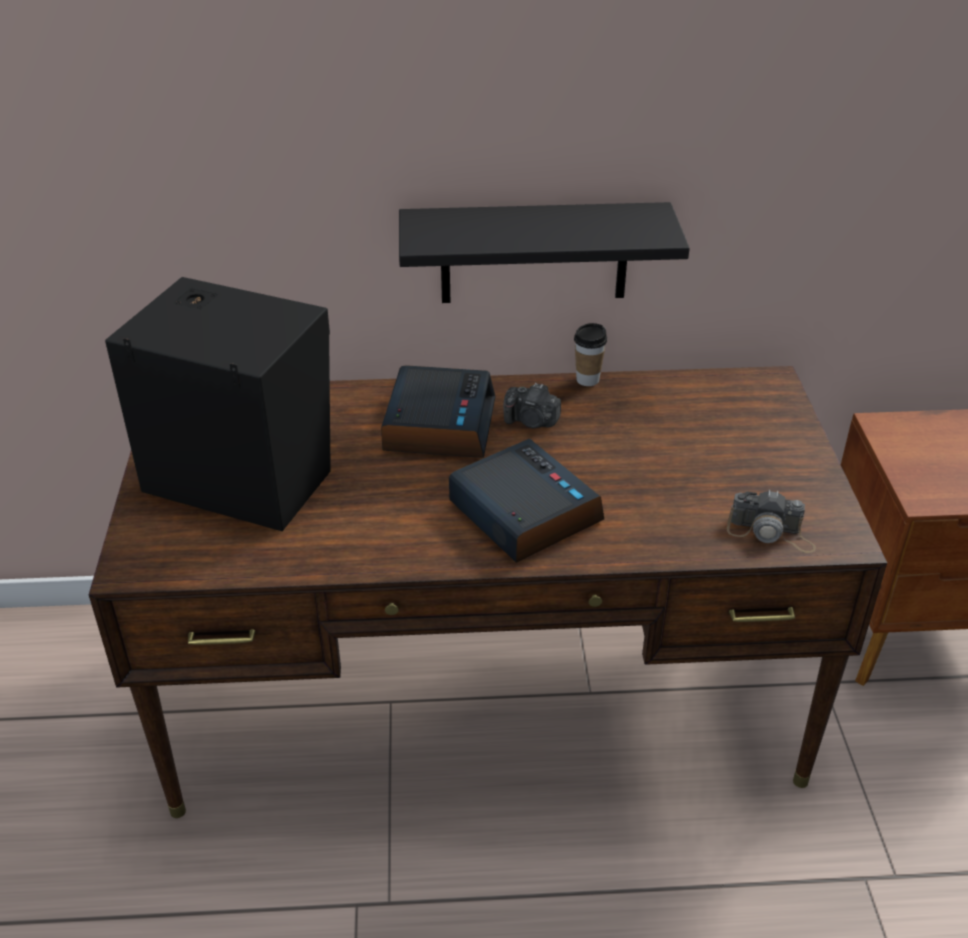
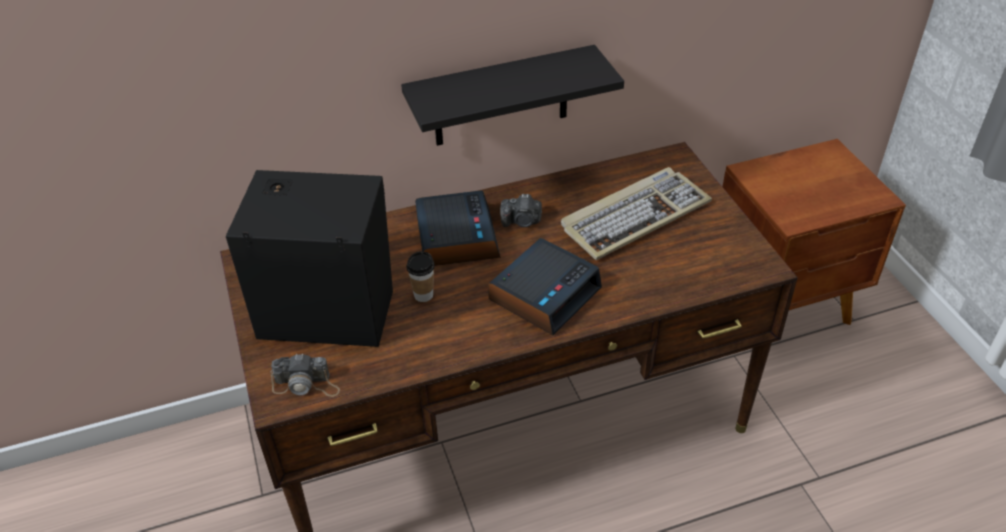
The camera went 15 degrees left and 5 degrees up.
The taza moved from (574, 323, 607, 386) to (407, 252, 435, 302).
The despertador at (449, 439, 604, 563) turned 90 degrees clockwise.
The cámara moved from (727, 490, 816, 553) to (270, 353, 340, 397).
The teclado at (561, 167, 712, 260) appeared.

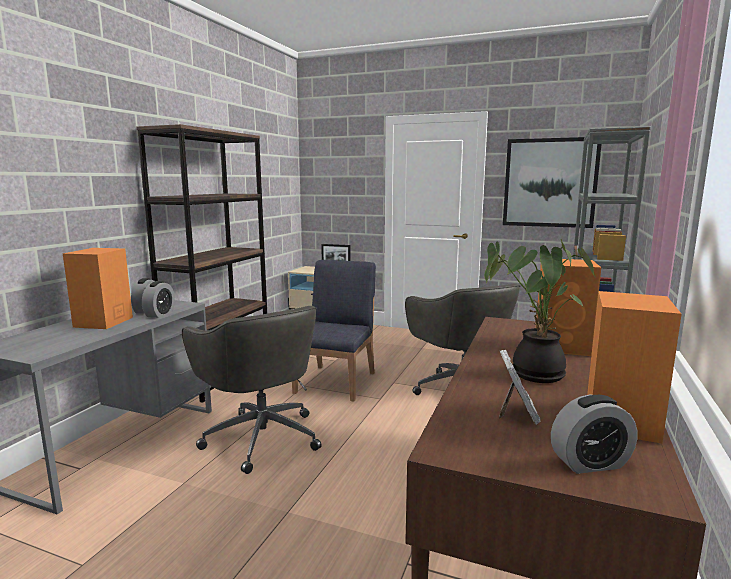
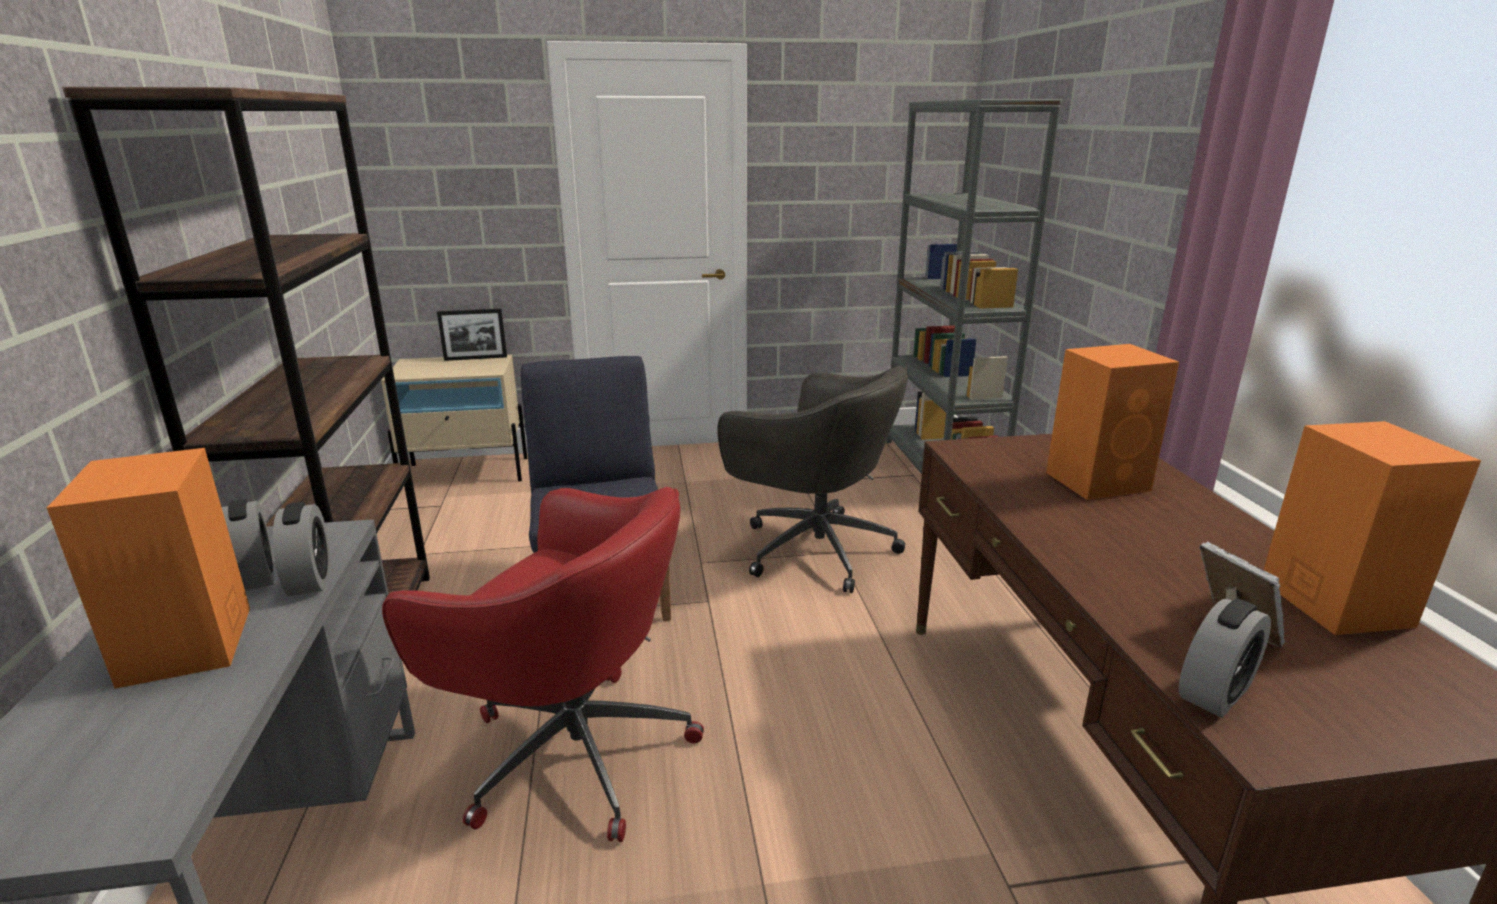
The camera went 30 degrees left and 10 degrees up.
The cuadro at (503, 137, 601, 228) disappeared.
The planta en maceta at (484, 239, 596, 383) disappeared.
The silla de oficina (gris) at (182, 306, 322, 474) became the silla de oficina (rojo) at (382, 487, 704, 842).
The despertador moved from (551, 395, 637, 474) to (1179, 599, 1271, 718).

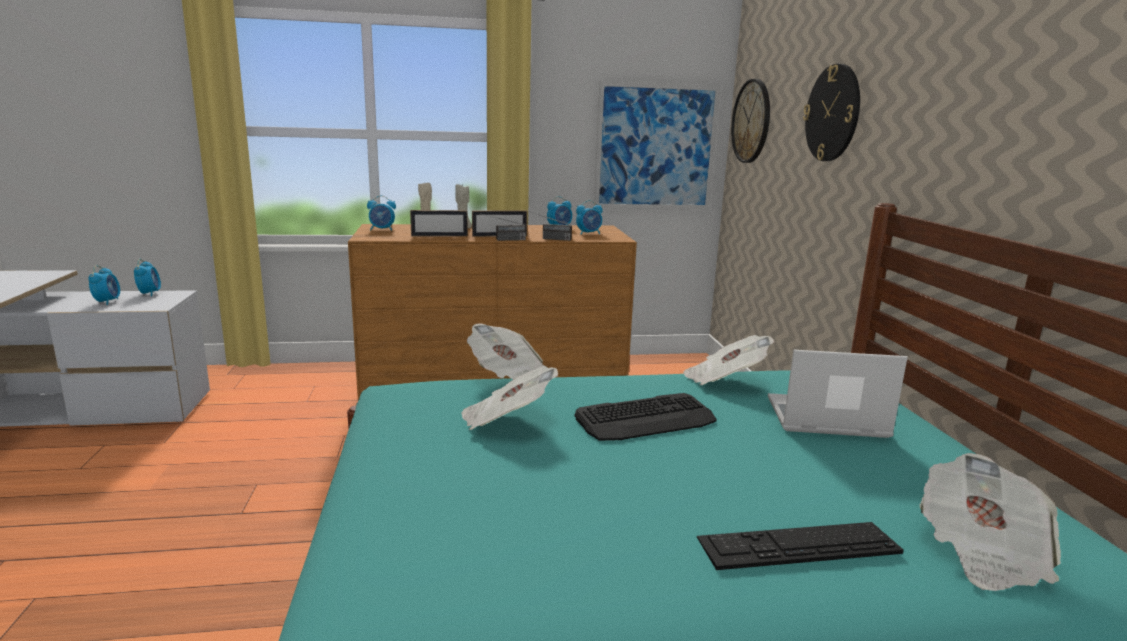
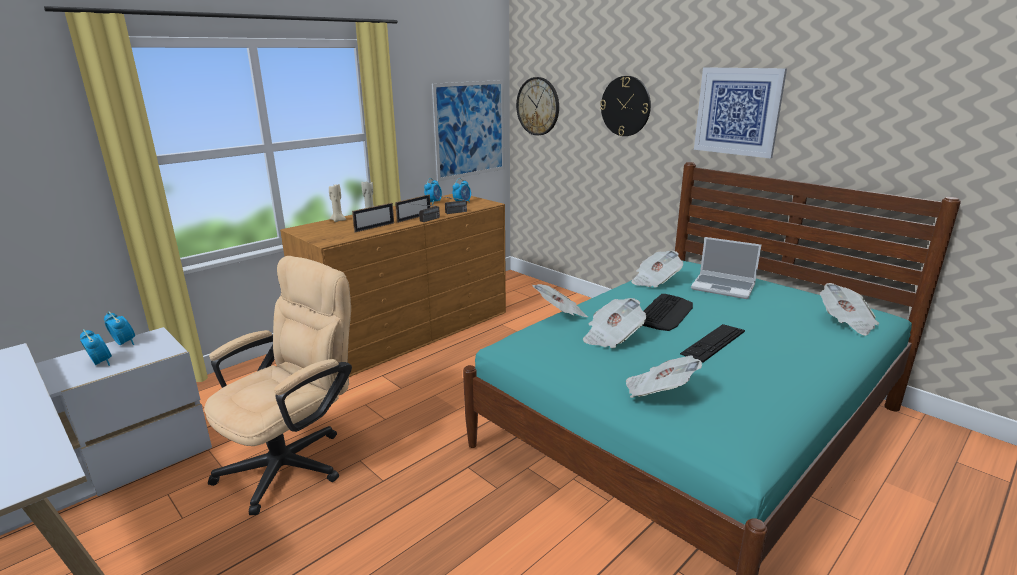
The camera went 35 degrees left and 5 degrees up.
The despertador at (367, 196, 396, 231) disappeared.
The portátil at (768, 350, 908, 438) turned 120 degrees counterclockwise.
The teclado moved from (697, 522, 904, 570) to (680, 324, 745, 363).
The cuadro at (694, 67, 787, 159) appeared.
The silla de oficina (beis) at (204, 256, 352, 515) appeared.
The periódico at (626, 356, 702, 398) appeared.

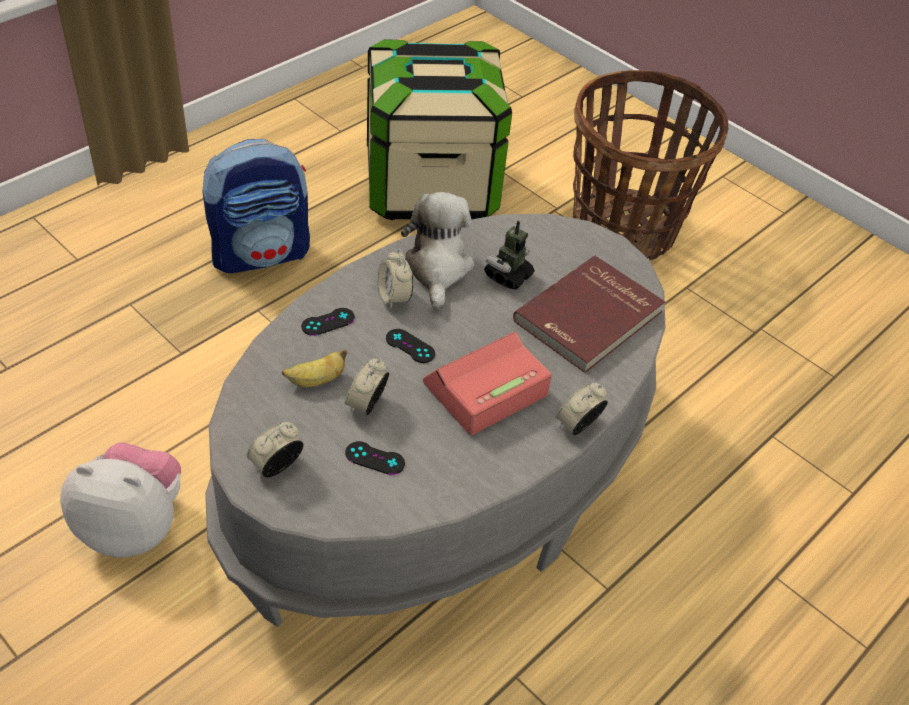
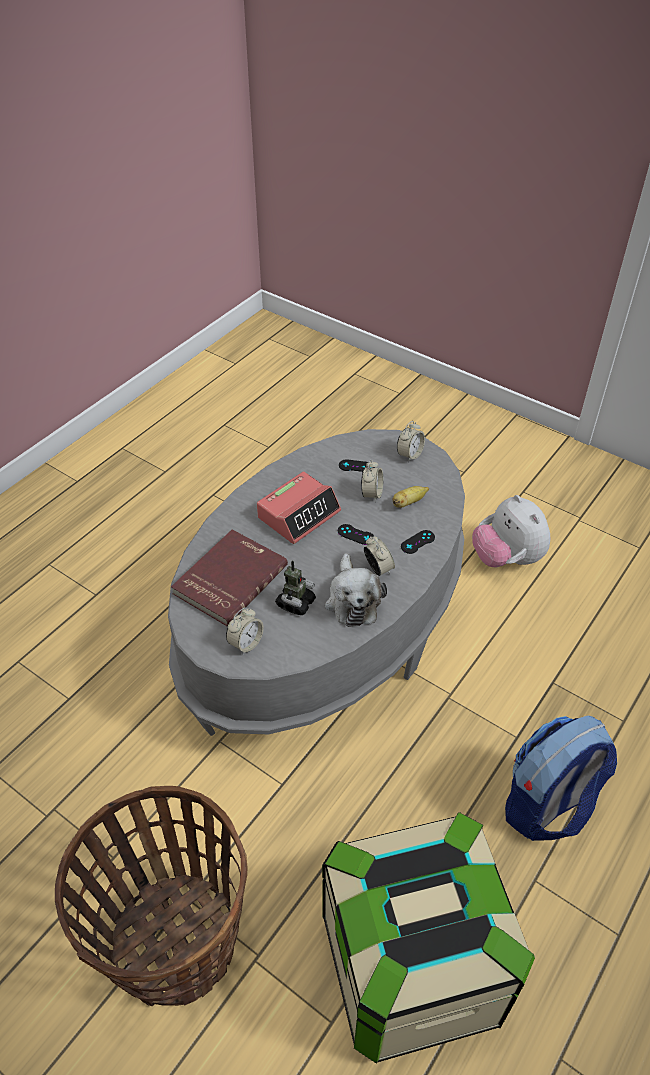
The camera went 175 degrees right and 0 degrees up.
The despertador moved from (556, 383, 608, 435) to (226, 607, 264, 654).
The peluche at (60, 442, 181, 557) turned 60 degrees clockwise.

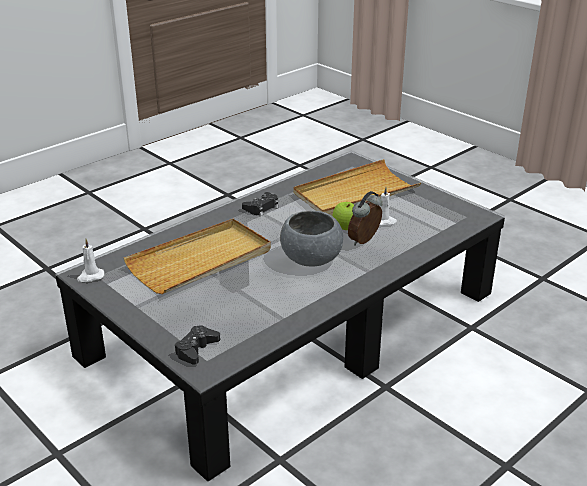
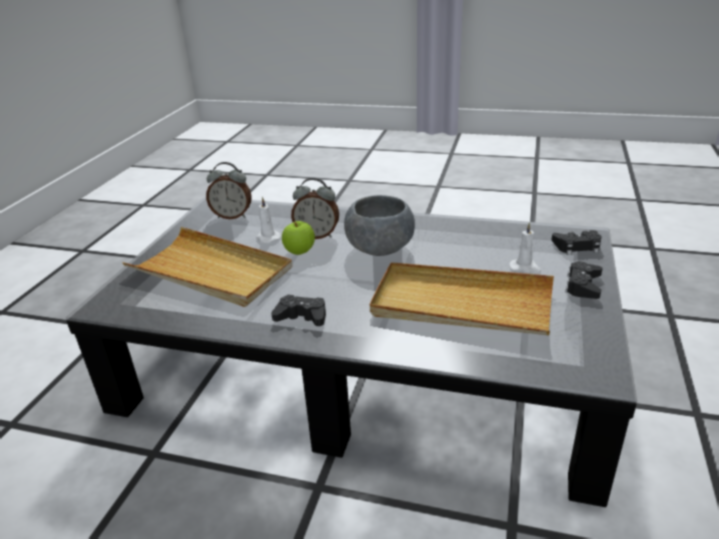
The camera went 120 degrees left and 0 degrees up.
The vela (blanco) moved from (77, 239, 105, 282) to (509, 222, 541, 274).
The despertador at (206, 162, 252, 219) appeared.
The mando de consola (negro) at (565, 261, 603, 299) appeared.

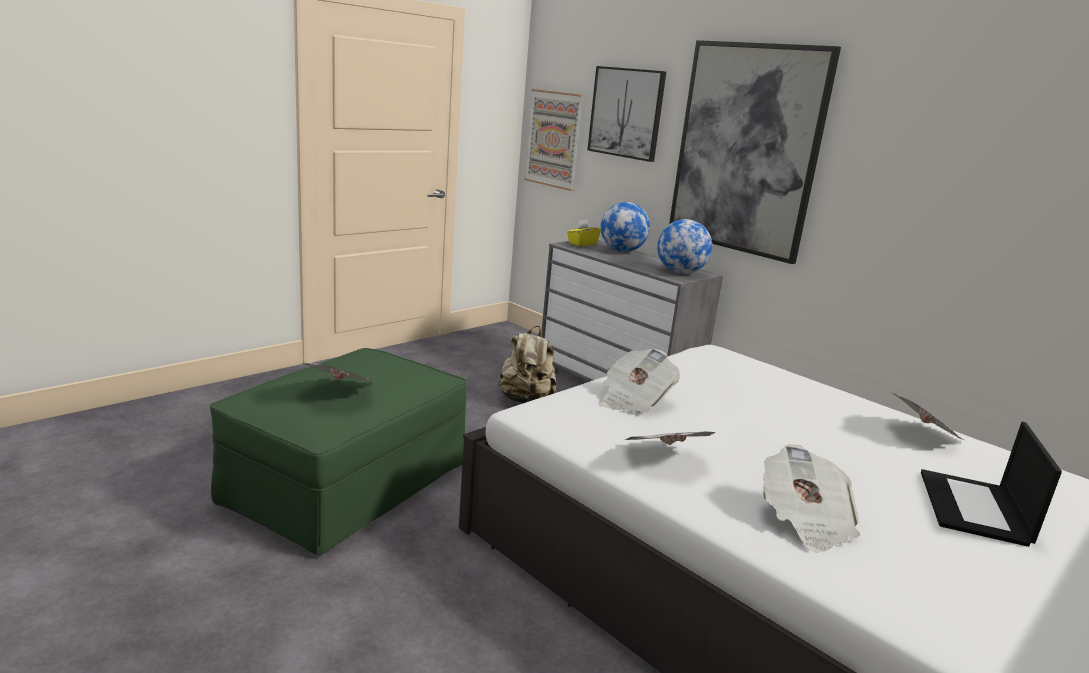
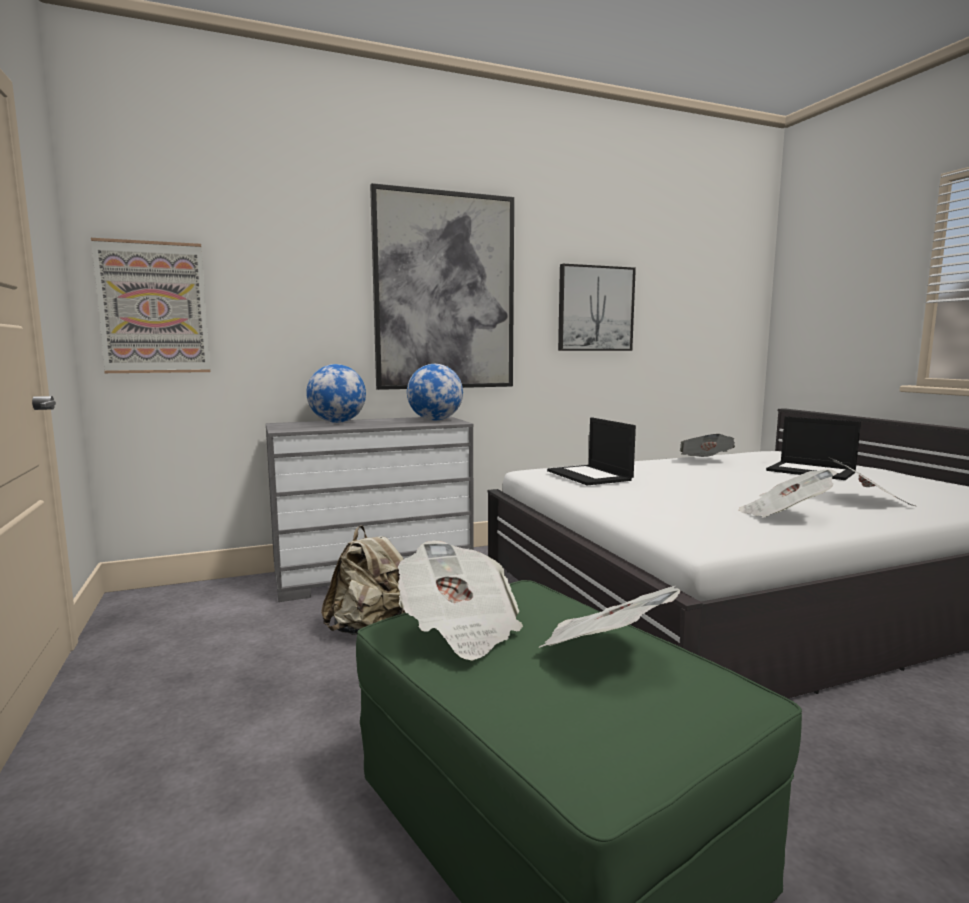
The camera went 65 degrees left and 10 degrees down.
The cuadro moved from (588, 66, 666, 162) to (558, 264, 636, 351).
The caja de pañuelos (amarillo) at (567, 219, 601, 246) disappeared.
The periódico moved from (601, 349, 680, 413) to (398, 541, 523, 661).
The portátil at (547, 418, 636, 485) appeared.

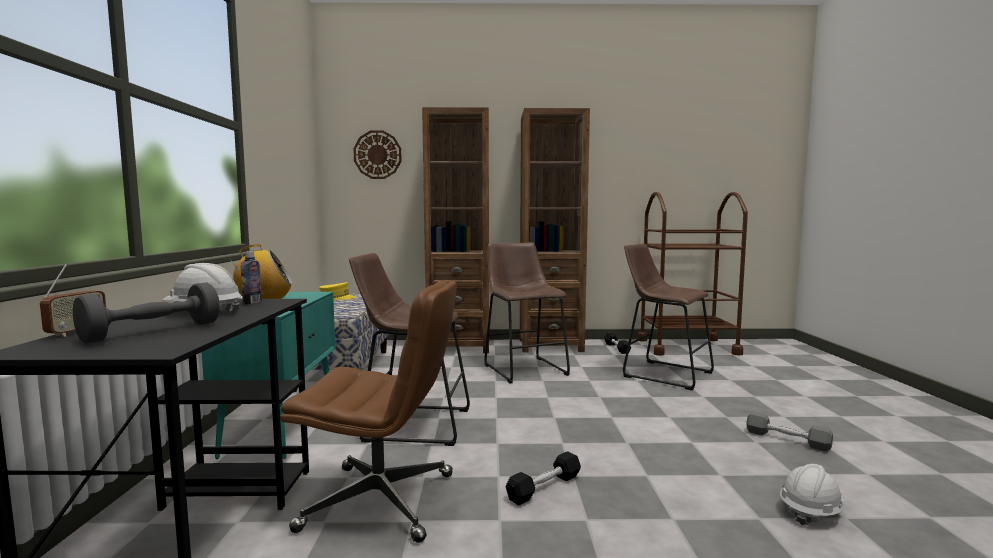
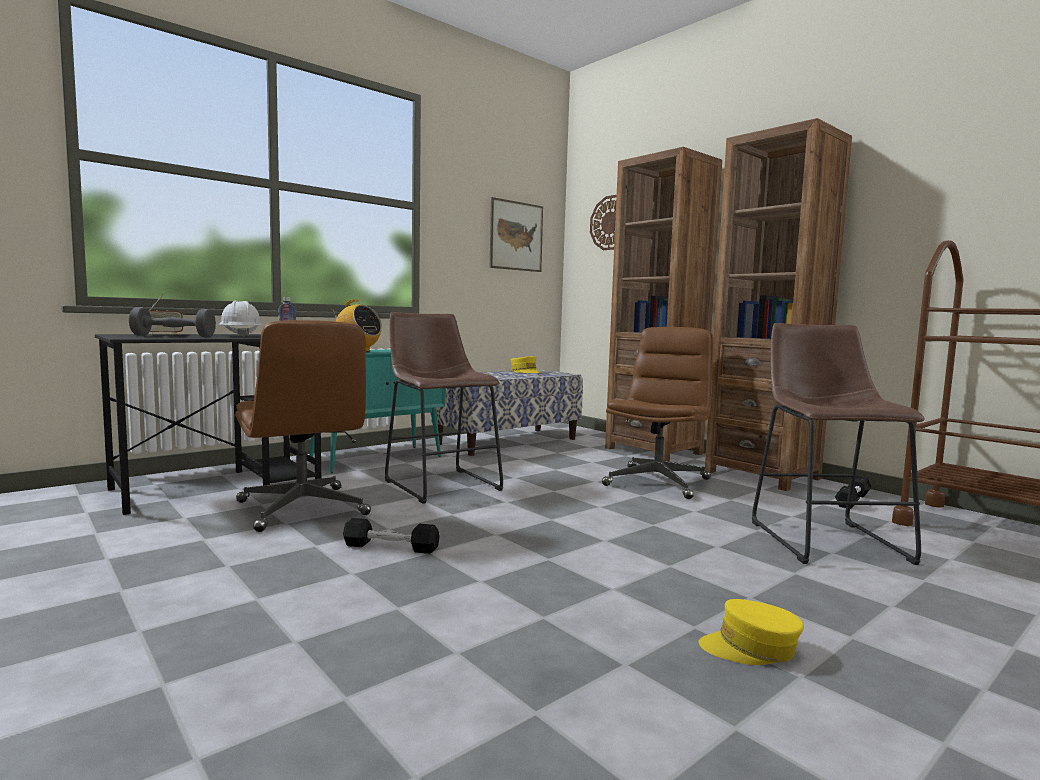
The camera went 50 degrees right and 0 degrees up.
The taburete (marrón) at (484, 242, 570, 384) was replaced by the silla de oficina (marrón) at (602, 327, 714, 499).
The mancuerna (gris) at (746, 412, 833, 451) was replaced by the gorra (amarillo) at (699, 599, 804, 665).
The casco (blanco) at (780, 464, 845, 526) disappeared.
The cuadro at (490, 197, 543, 272) appeared.

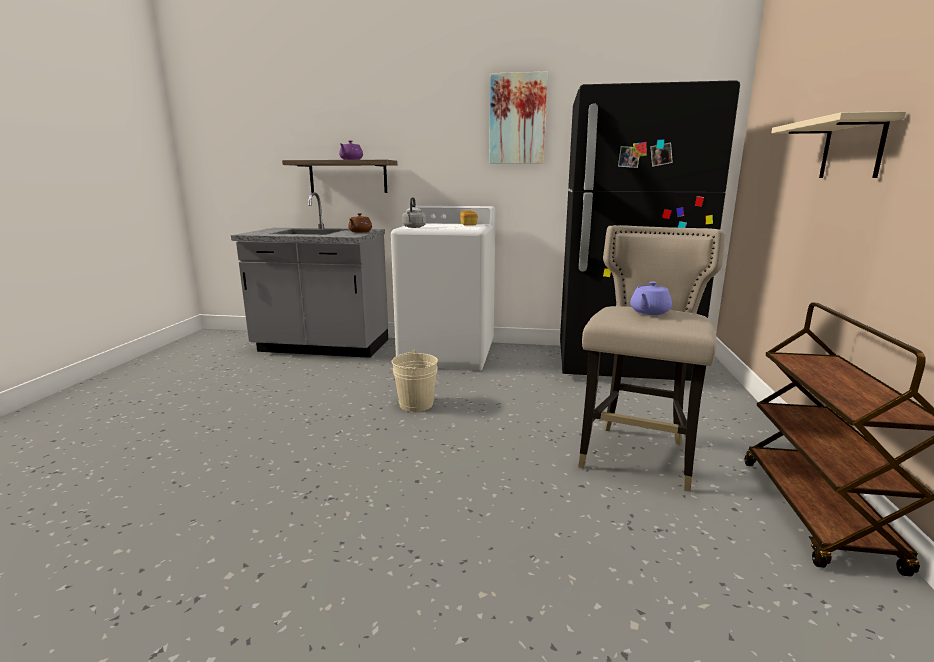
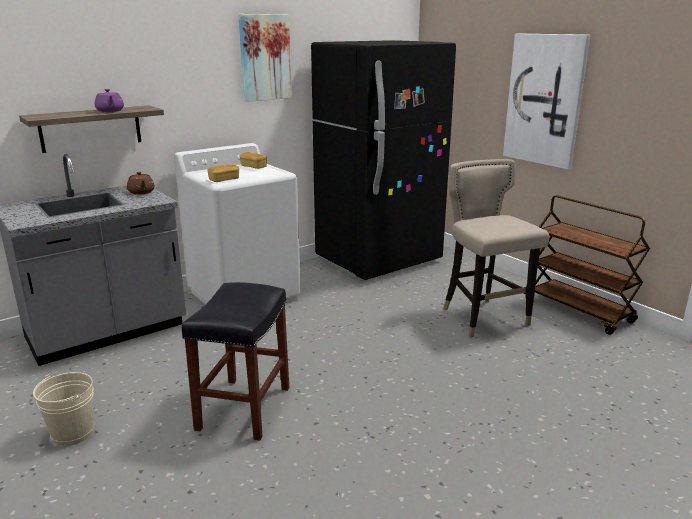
The camera went 45 degrees left and 5 degrees up.
The estante (beis) at (771, 111, 906, 178) was replaced by the cuadro at (503, 33, 590, 169).
The hervidor (gris) at (402, 197, 426, 228) was replaced by the pan at (207, 165, 239, 182).
The tetera (morado) at (630, 281, 672, 315) disappeared.
The cubo (beis) moved from (392, 350, 438, 412) to (33, 372, 94, 446).
The taburete (negro) at (182, 282, 289, 440) appeared.

